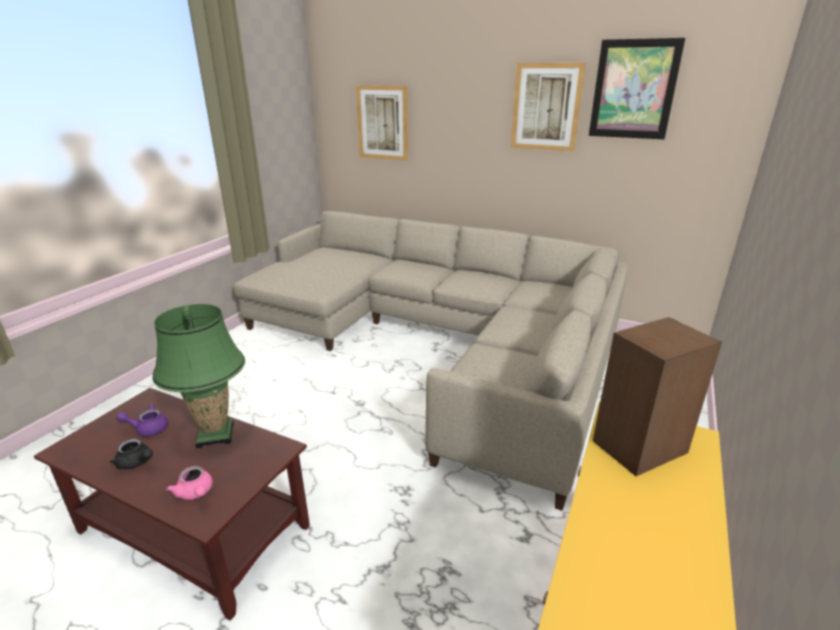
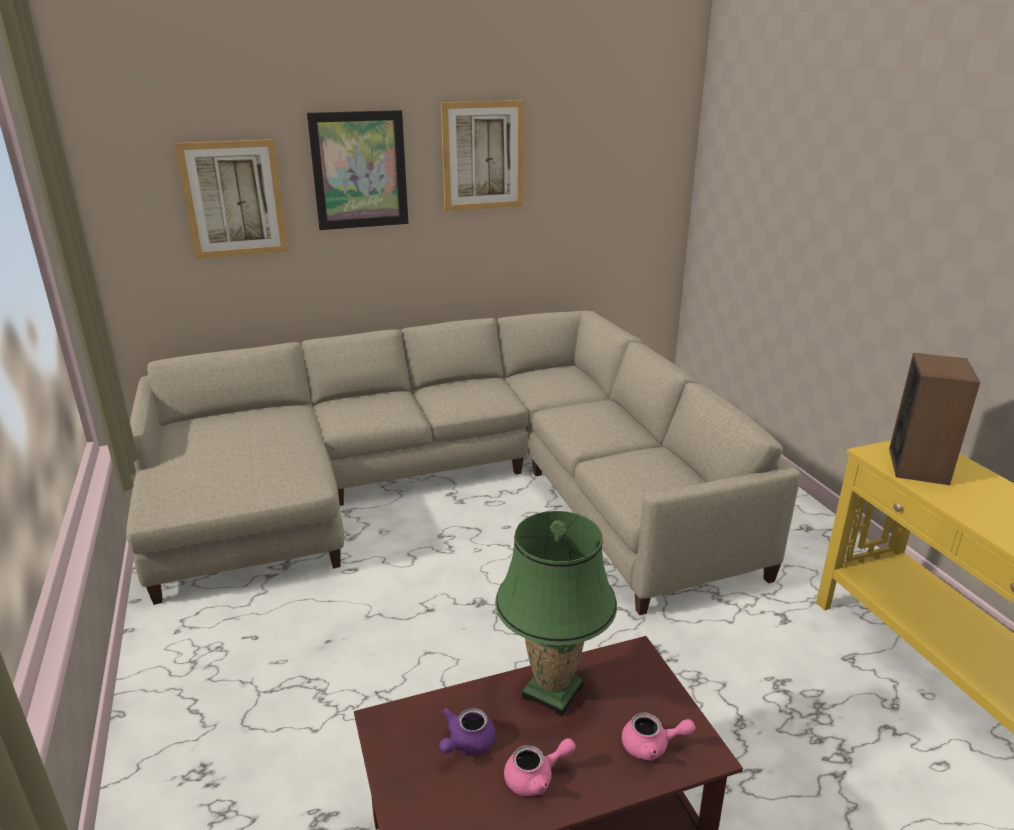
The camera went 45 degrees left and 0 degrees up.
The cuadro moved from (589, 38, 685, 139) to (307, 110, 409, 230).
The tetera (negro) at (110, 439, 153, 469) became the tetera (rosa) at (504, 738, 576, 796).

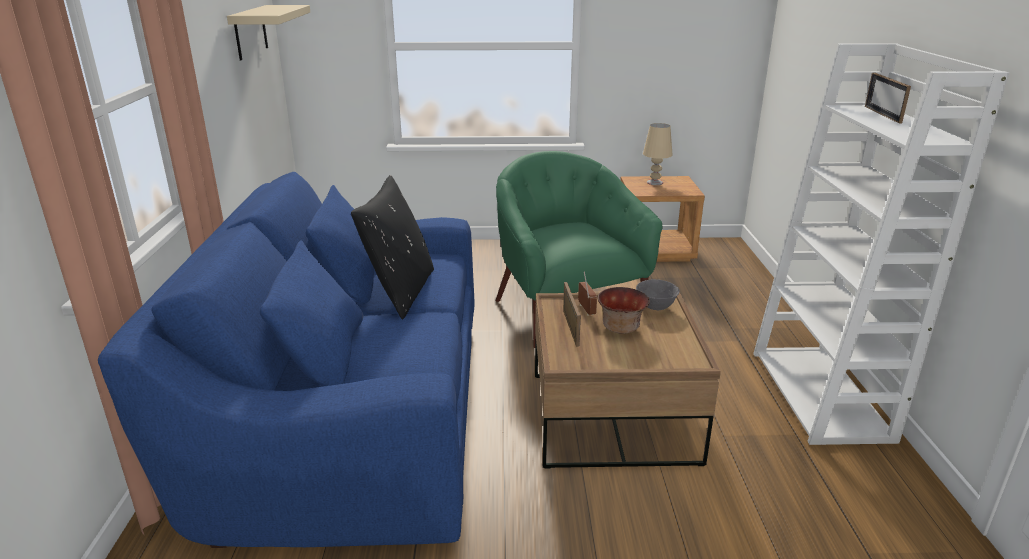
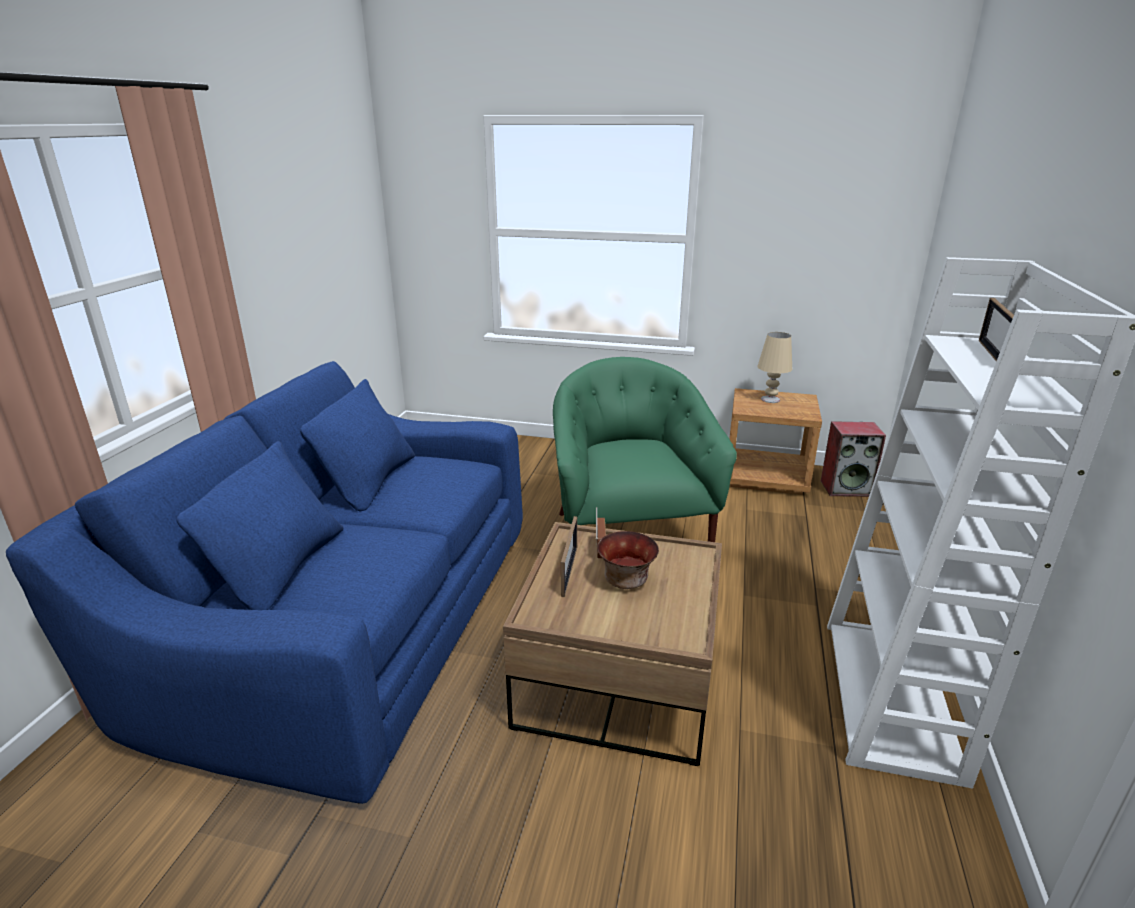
The camera went 15 degrees right and 0 degrees up.
The estante (beis) at (227, 5, 310, 60) disappeared.
The cojín (negro) at (351, 175, 434, 319) disappeared.
The cuenco (gris) at (636, 279, 680, 310) disappeared.
The altavoz at (821, 422, 886, 497) appeared.

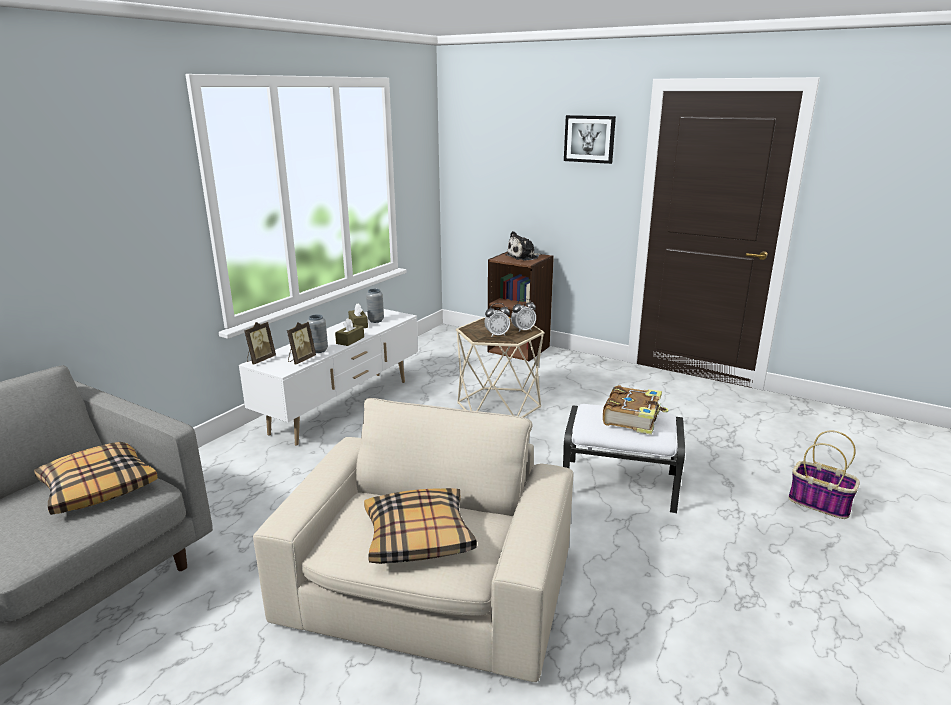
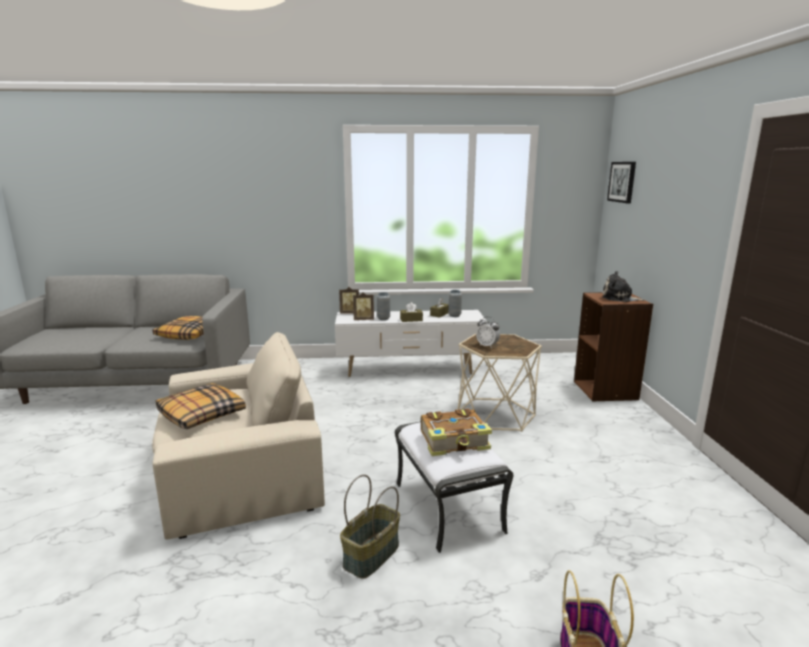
The camera went 55 degrees right and 5 degrees down.
The cuadro moved from (564, 115, 616, 164) to (607, 162, 636, 203).
The despertador at (511, 299, 536, 332) disappeared.
The cesta at (340, 474, 400, 579) appeared.

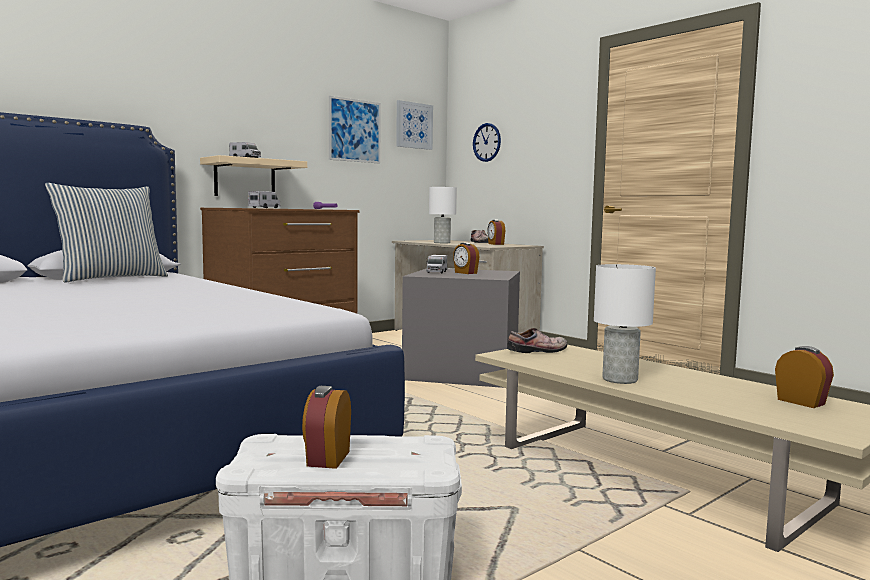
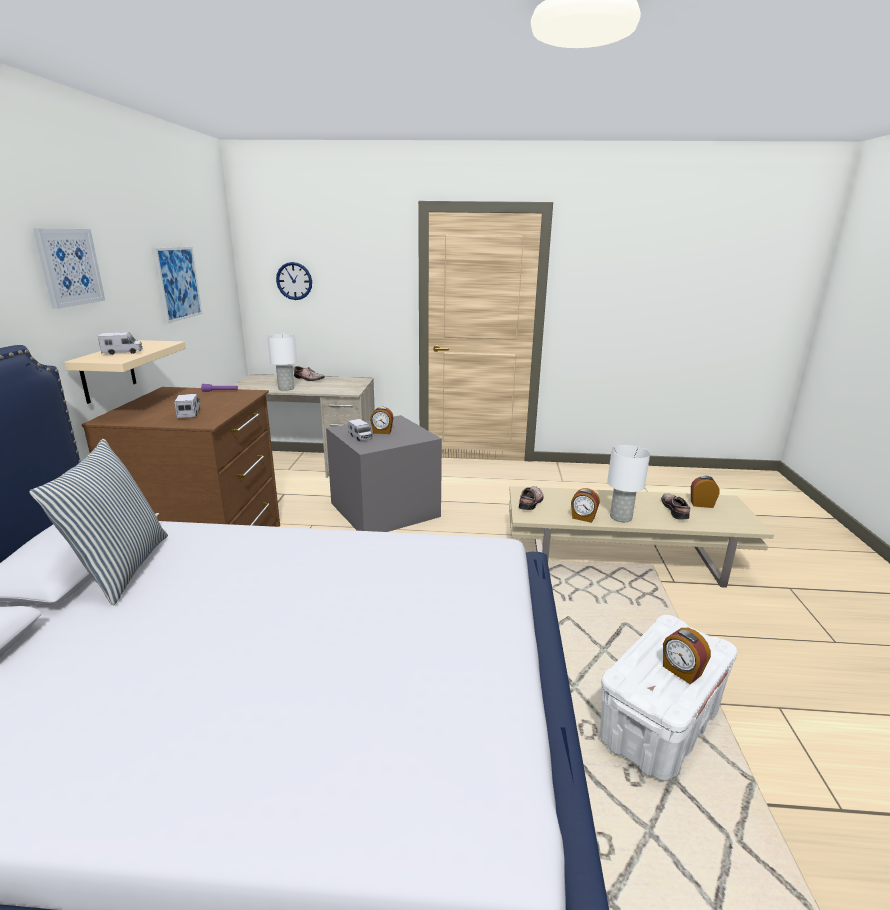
The camera went 45 degrees left and 15 degrees up.
The cuadro moved from (396, 100, 433, 150) to (33, 228, 105, 309).
The despertador moved from (487, 220, 505, 245) to (571, 488, 600, 523).
The zapato at (661, 493, 690, 520) appeared.

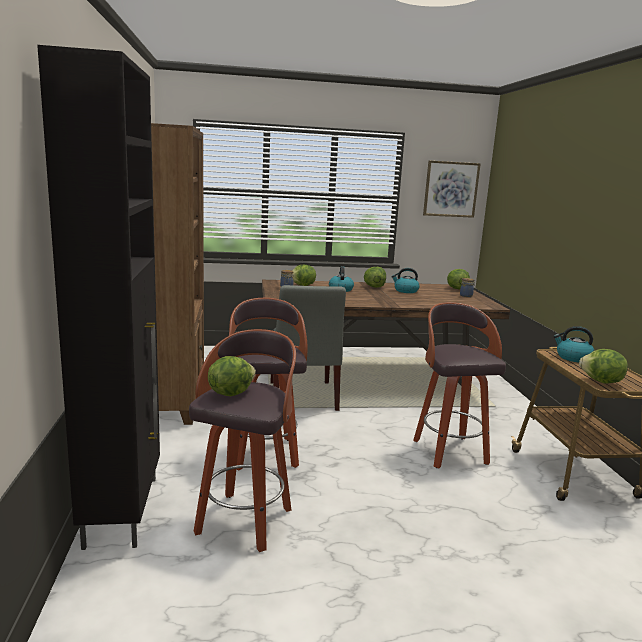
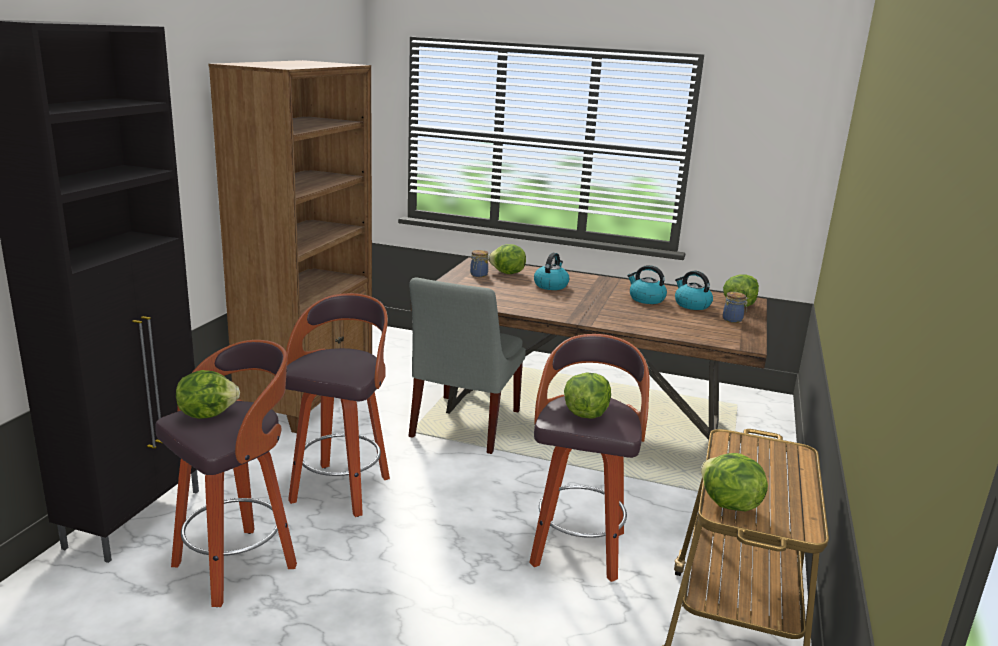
The camera went 25 degrees right and 5 degrees up.
The cuadro at (423, 161, 481, 218) disappeared.
The lechuga moved from (364, 267, 386, 288) to (564, 372, 611, 419).
The hervidor moved from (553, 326, 594, 362) to (675, 271, 713, 310).

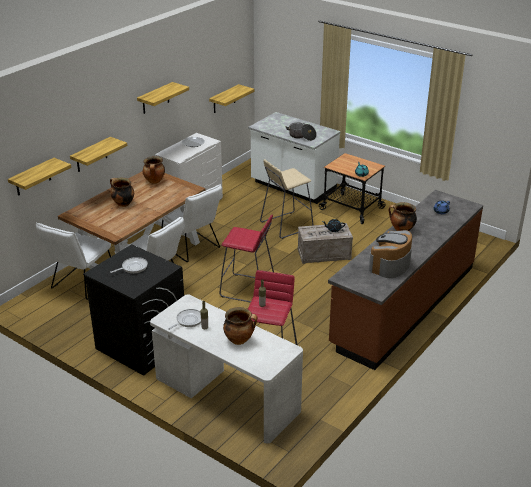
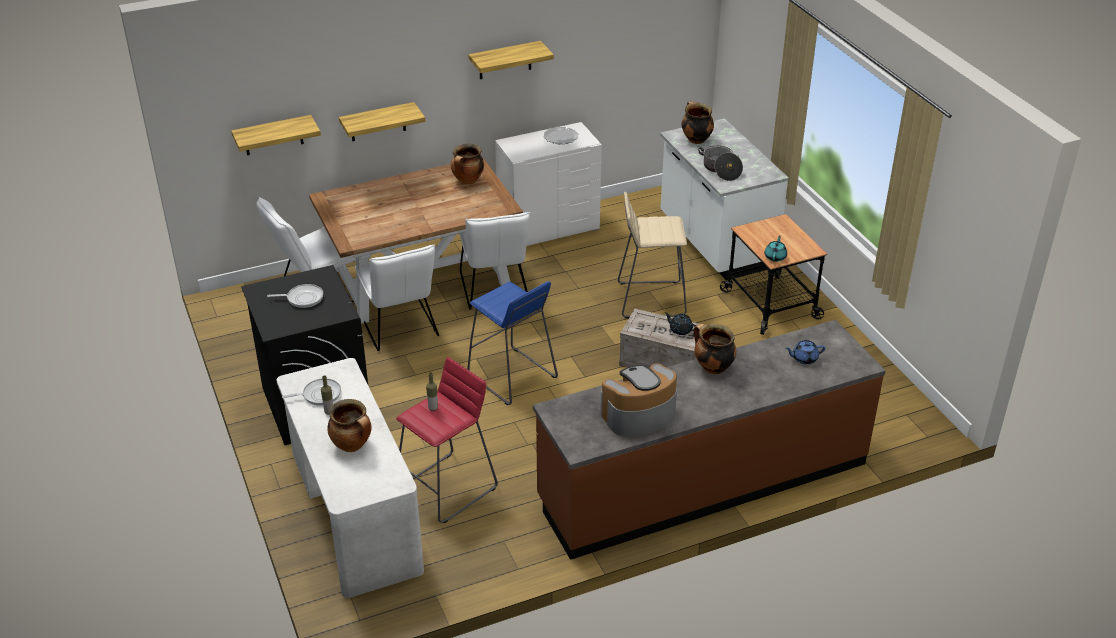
The camera went 30 degrees right and 5 degrees up.
The estante at (209, 84, 254, 113) disappeared.
The olla moved from (110, 178, 134, 207) to (681, 101, 714, 144).
The taburete (rojo) at (219, 215, 274, 303) became the taburete (azul) at (467, 281, 558, 405).

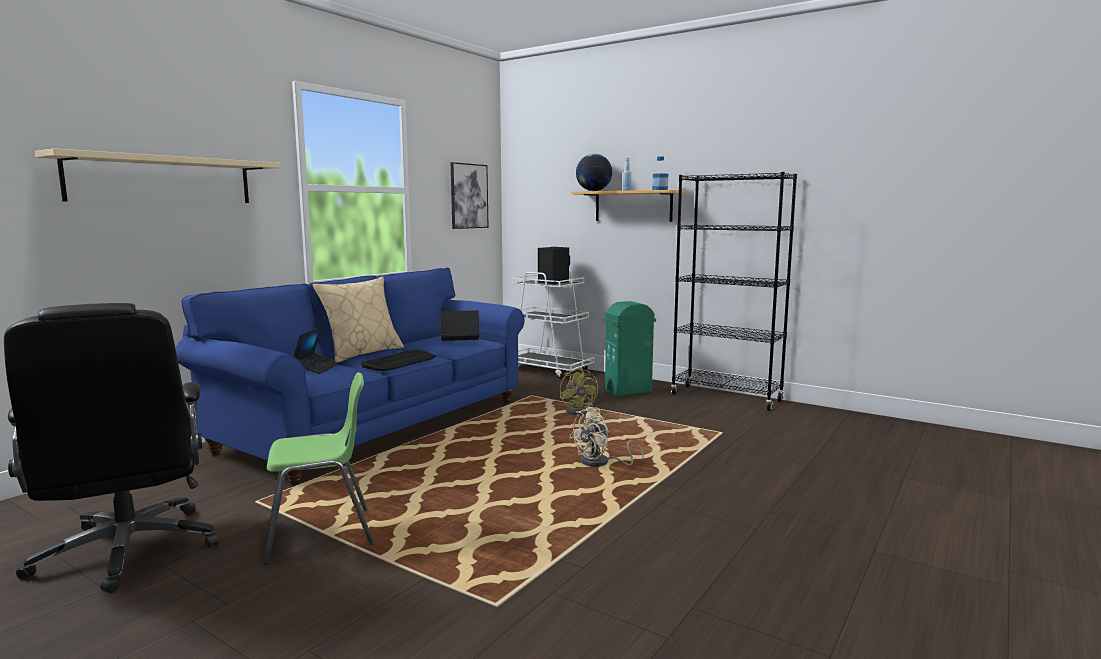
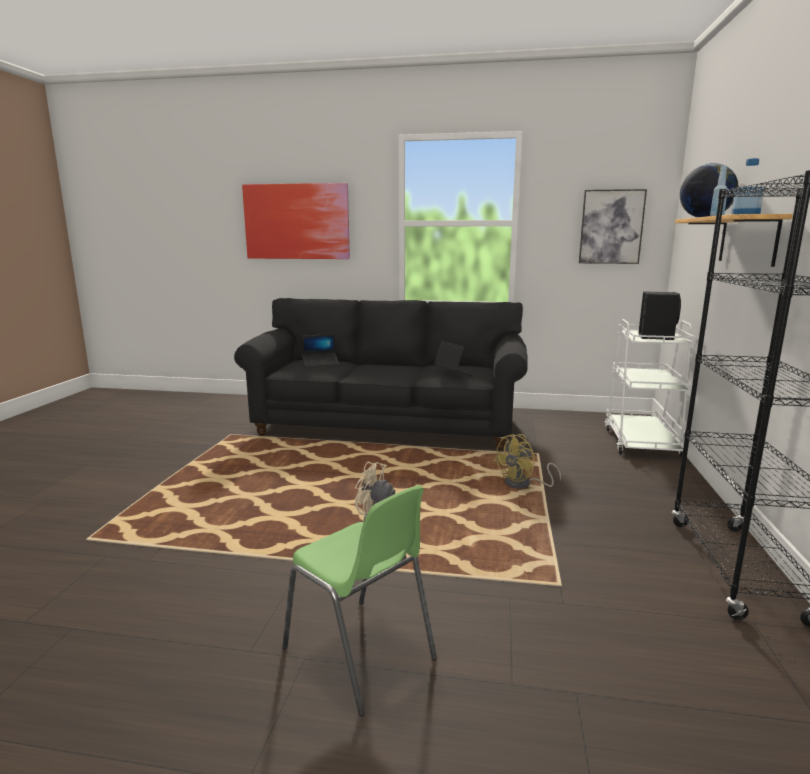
The camera went 65 degrees right and 5 degrees up.
The estante (beis) at (35, 148, 281, 203) was replaced by the cuadro at (242, 183, 350, 259).
The sofá (azul) at (176, 268, 525, 486) became the sofá (negro) at (234, 298, 528, 450).
The cojín (beis) at (313, 277, 404, 363) disappeared.
The papelera (verde) at (604, 301, 656, 397) disappeared.
The silla de oficina (negro) at (4, 303, 219, 593) disappeared.
The teclado at (361, 349, 436, 371) disappeared.
The silla (verde) moved from (263, 372, 375, 565) to (282, 485, 437, 716).

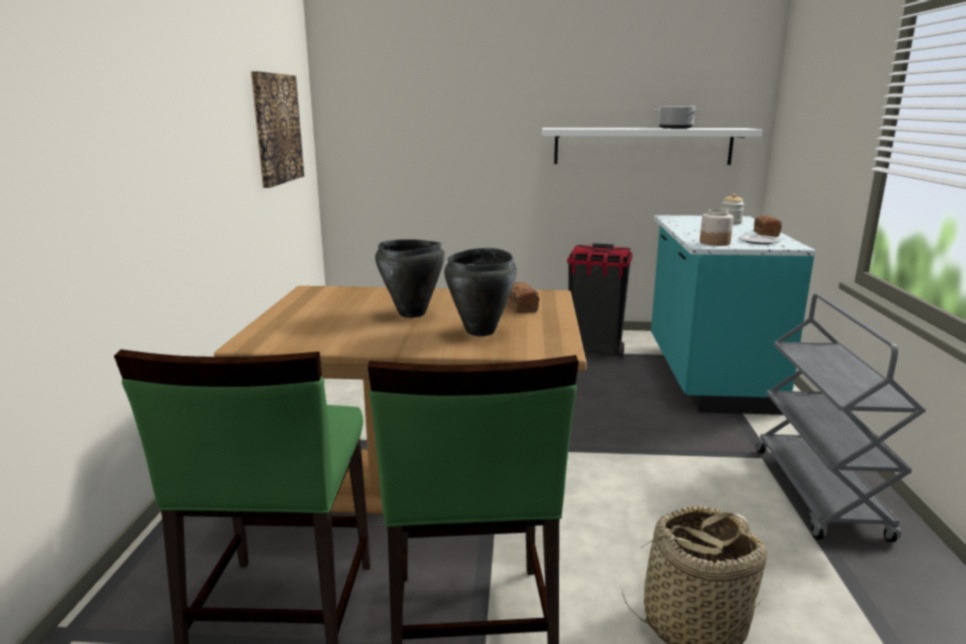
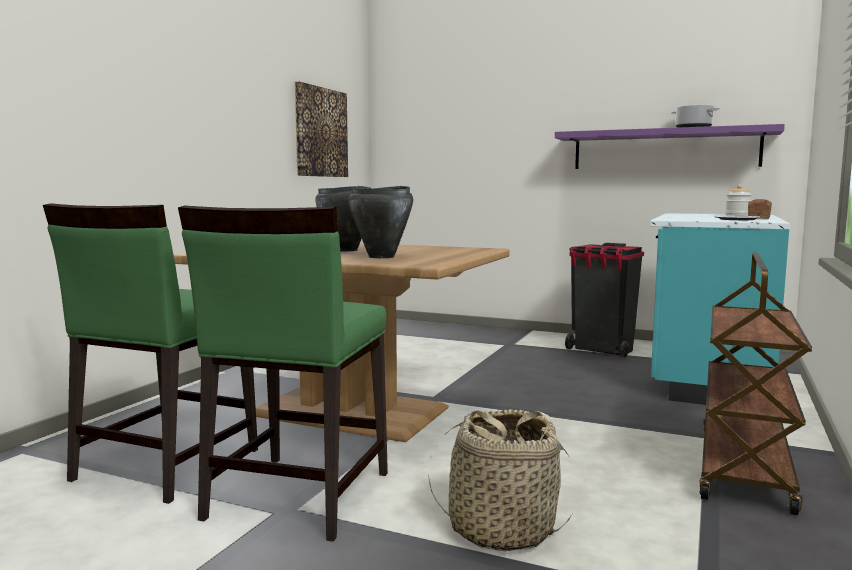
The camera went 20 degrees right and 10 degrees down.
The estante (blanco) at (542, 128, 763, 165) became the estante (morado) at (555, 124, 785, 169).
The tarro at (700, 209, 734, 246) disappeared.
The pan at (507, 282, 540, 313) disappeared.
The carrito (gris) at (757, 294, 926, 542) became the carrito (marrón) at (699, 252, 812, 516).

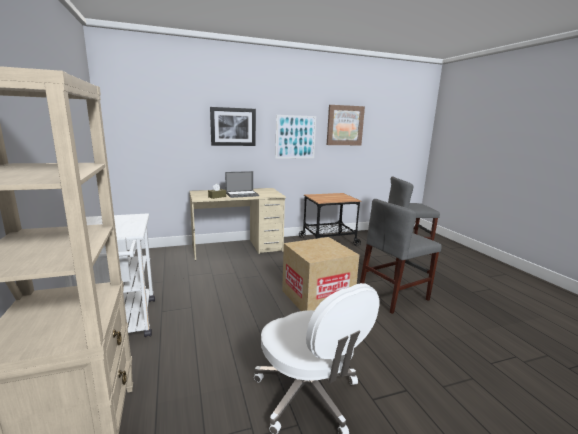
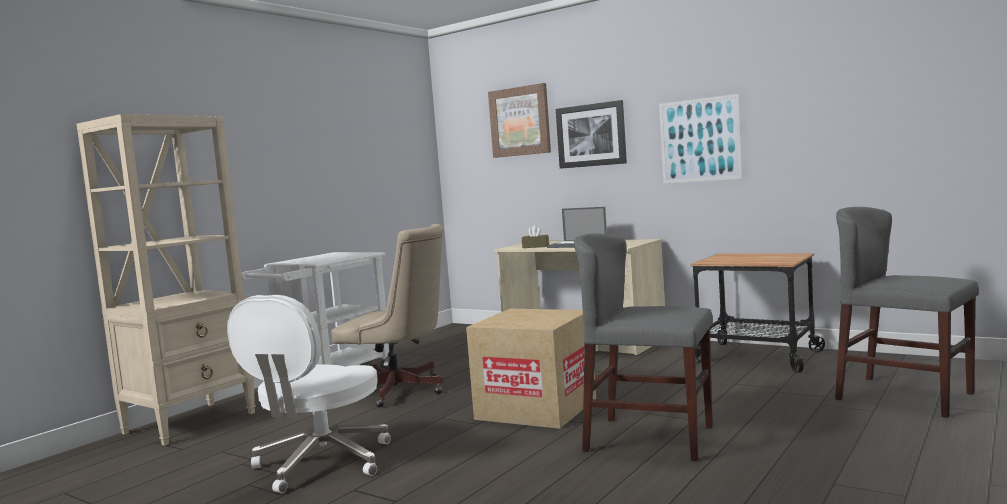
The camera went 55 degrees right and 10 degrees down.
The cuadro moved from (327, 105, 365, 145) to (488, 83, 551, 158).
The silla de oficina (beis) at (331, 224, 444, 407) appeared.

